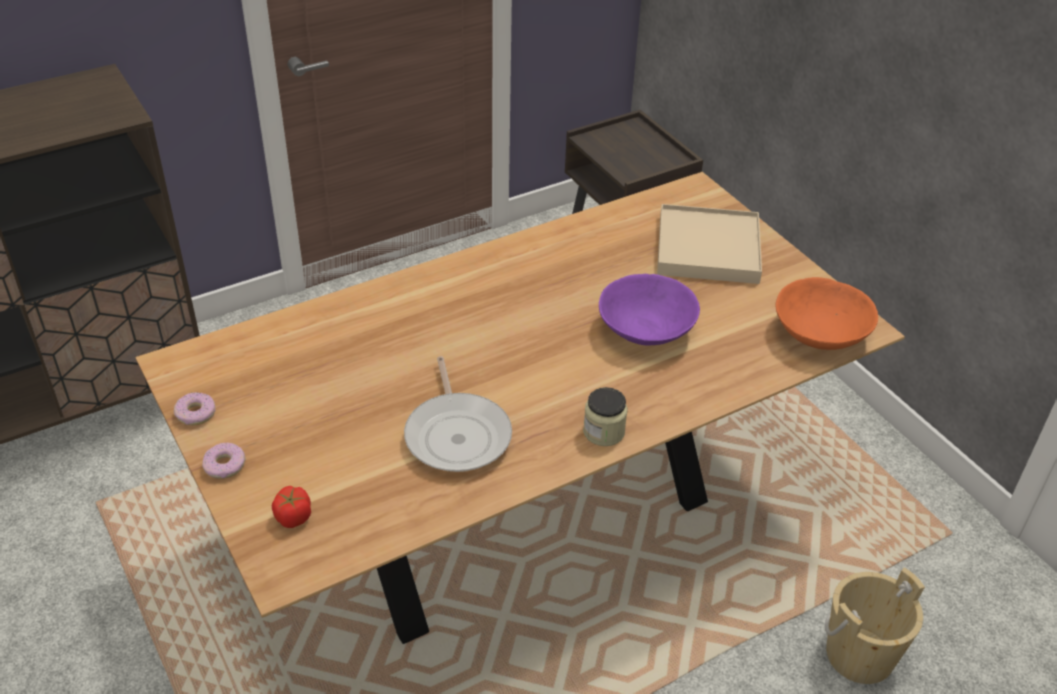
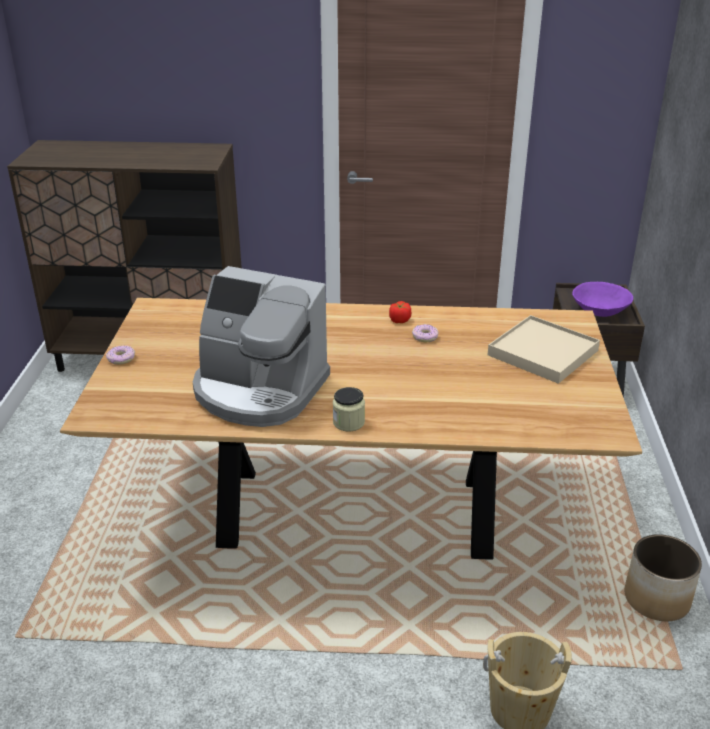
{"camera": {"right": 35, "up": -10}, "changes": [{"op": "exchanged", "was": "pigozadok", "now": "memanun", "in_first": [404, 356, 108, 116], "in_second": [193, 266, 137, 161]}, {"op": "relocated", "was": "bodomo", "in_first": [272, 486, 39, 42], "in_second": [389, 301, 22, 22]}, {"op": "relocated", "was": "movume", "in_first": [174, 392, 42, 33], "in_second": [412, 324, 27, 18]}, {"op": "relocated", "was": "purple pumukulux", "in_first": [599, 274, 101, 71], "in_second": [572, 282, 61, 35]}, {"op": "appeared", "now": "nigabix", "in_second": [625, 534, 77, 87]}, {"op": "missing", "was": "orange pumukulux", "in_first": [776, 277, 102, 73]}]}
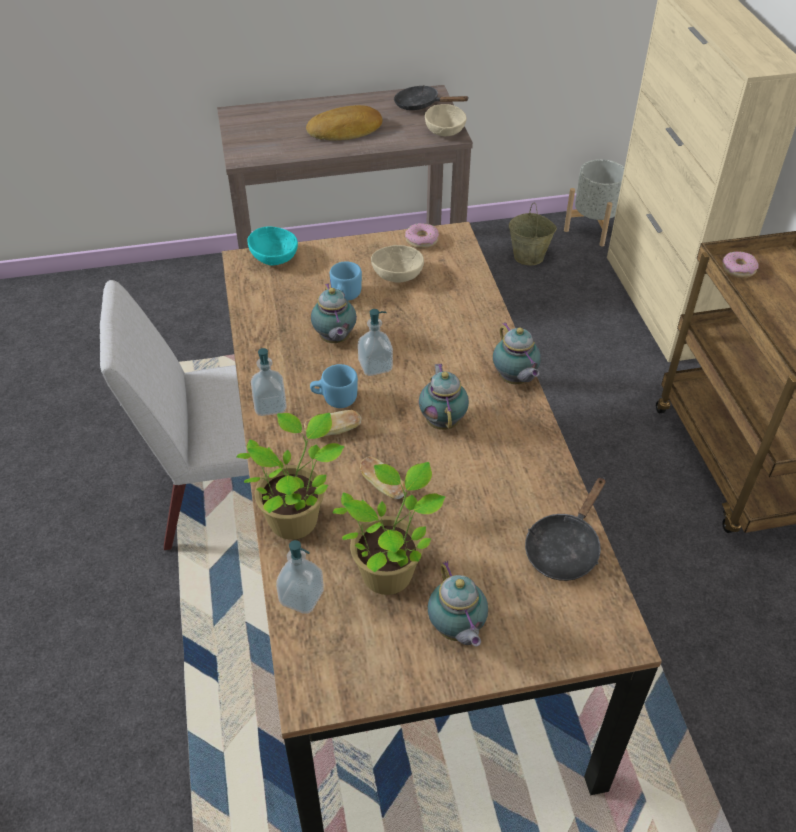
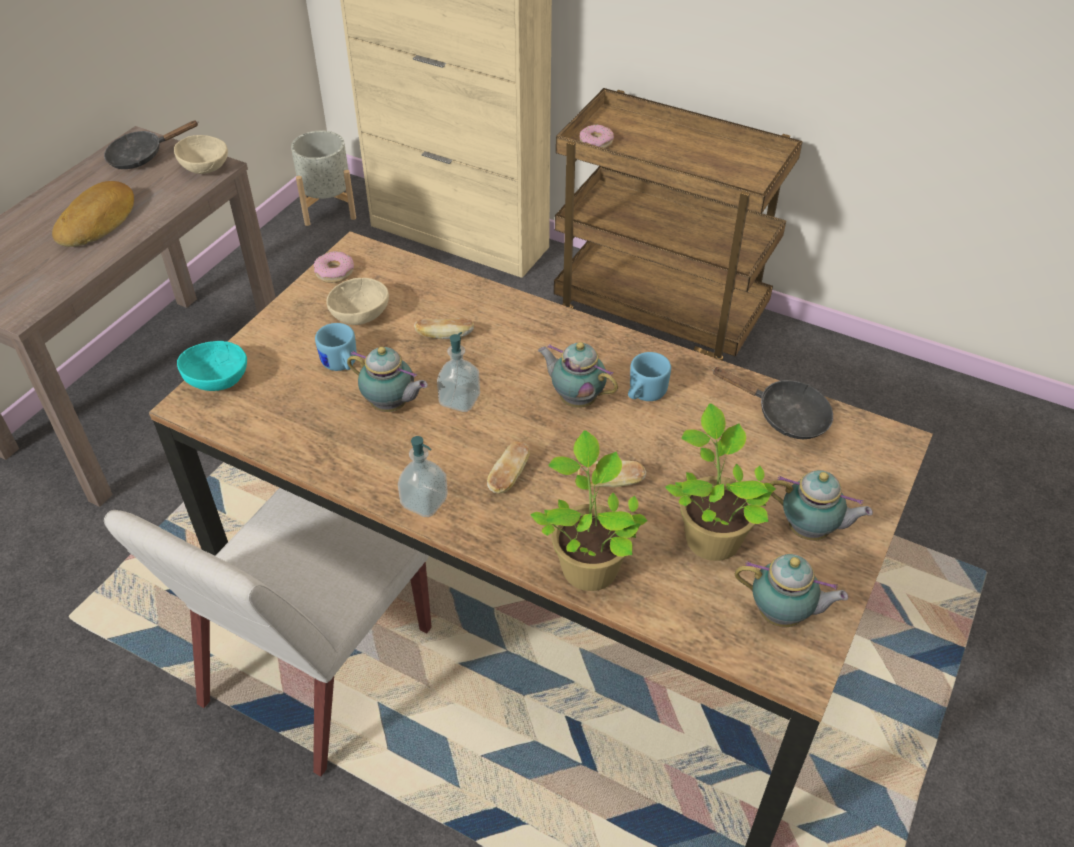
{"camera": {"right": -50, "up": 0}, "changes": [{"op": "appeared", "now": "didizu", "in_second": [414, 318, 60, 21]}, {"op": "relocated", "was": "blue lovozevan", "in_first": [310, 364, 48, 44], "in_second": [628, 352, 43, 49]}, {"op": "spun", "was": "black pigozadok", "in_first": [525, 477, 80, 104], "in_second": [712, 367, 121, 72], "clockwise": -45}, {"op": "relocated", "was": "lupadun", "in_first": [493, 323, 48, 61], "in_second": [735, 554, 113, 73]}, {"op": "missing", "was": "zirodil", "in_first": [276, 540, 48, 74]}, {"op": "missing", "was": "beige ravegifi", "in_first": [509, 203, 48, 62]}]}
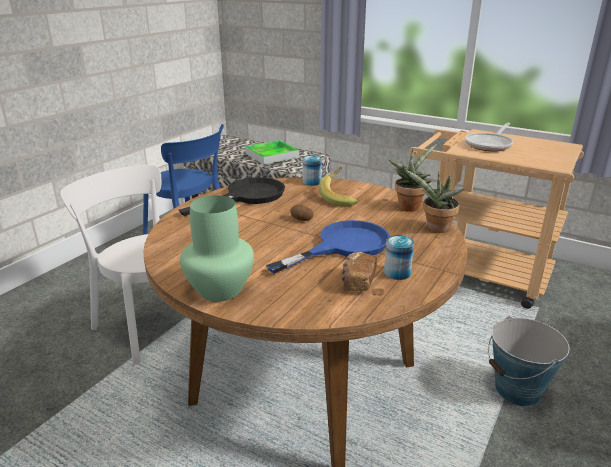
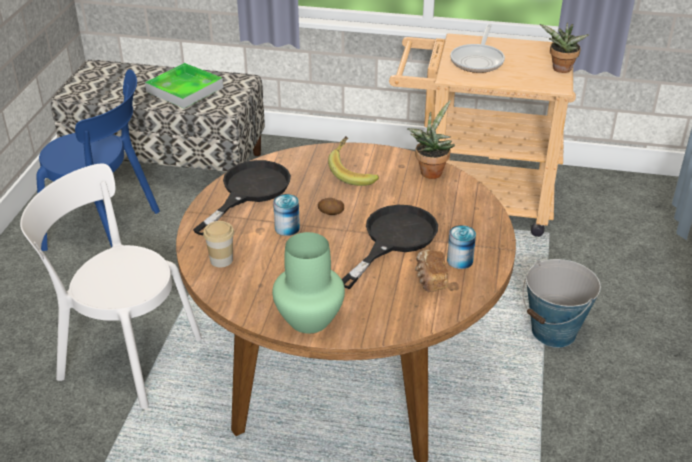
{"camera": {"right": -20, "up": 10}, "changes": [{"op": "appeared", "now": "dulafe", "in_second": [203, 221, 31, 47]}, {"op": "relocated", "was": "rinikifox", "in_first": [303, 155, 19, 31], "in_second": [273, 194, 27, 42]}, {"op": "colour", "was": "blue pigozadok", "now": "black pigozadok", "in_first": [266, 220, 124, 54], "in_second": [342, 205, 96, 84]}, {"op": "relocated", "was": "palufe", "in_first": [404, 169, 60, 64], "in_second": [540, 22, 49, 51]}]}
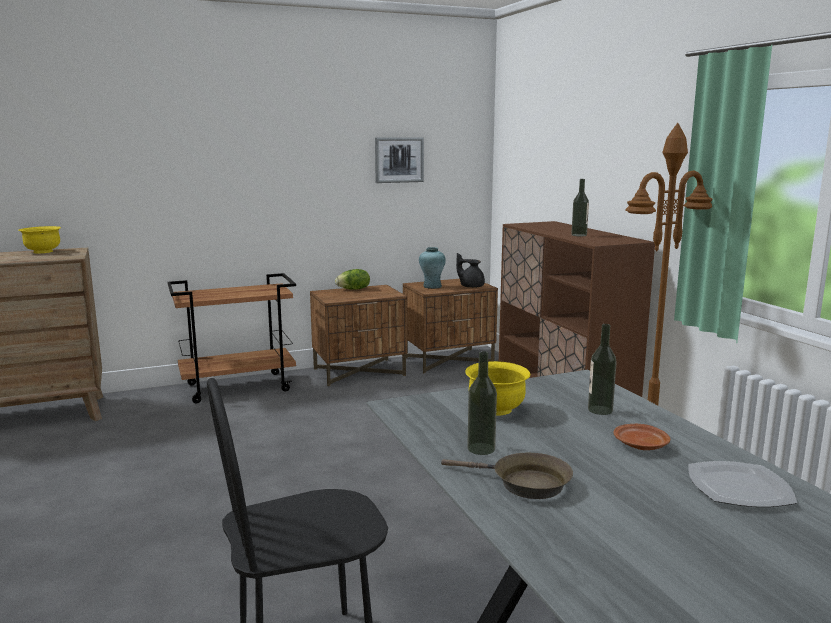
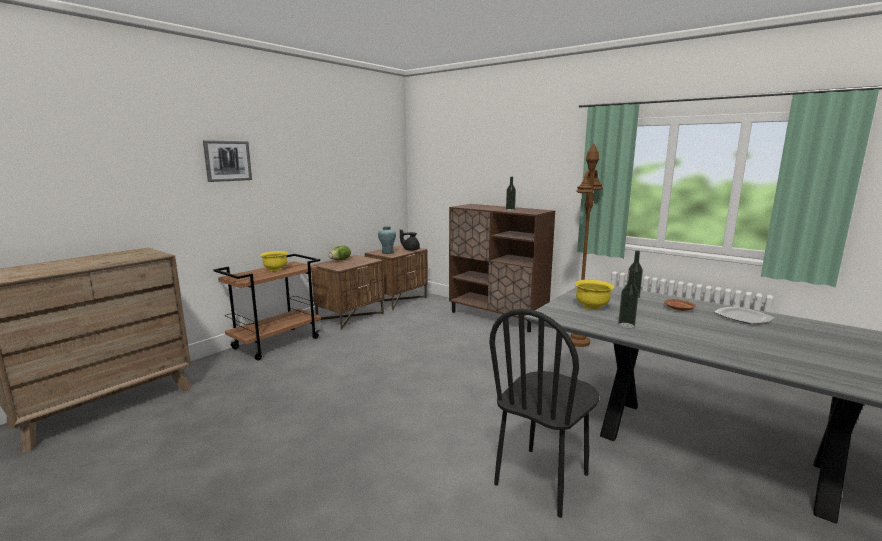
{"camera": {"right": -30, "up": 0}, "changes": [{"op": "relocated", "was": "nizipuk", "in_first": [375, 137, 49, 46], "in_second": [203, 140, 49, 42]}, {"op": "relocated", "was": "yellow pumukulux", "in_first": [18, 226, 43, 27], "in_second": [260, 251, 28, 20]}, {"op": "missing", "was": "brown pigozadok", "in_first": [441, 453, 132, 46]}]}
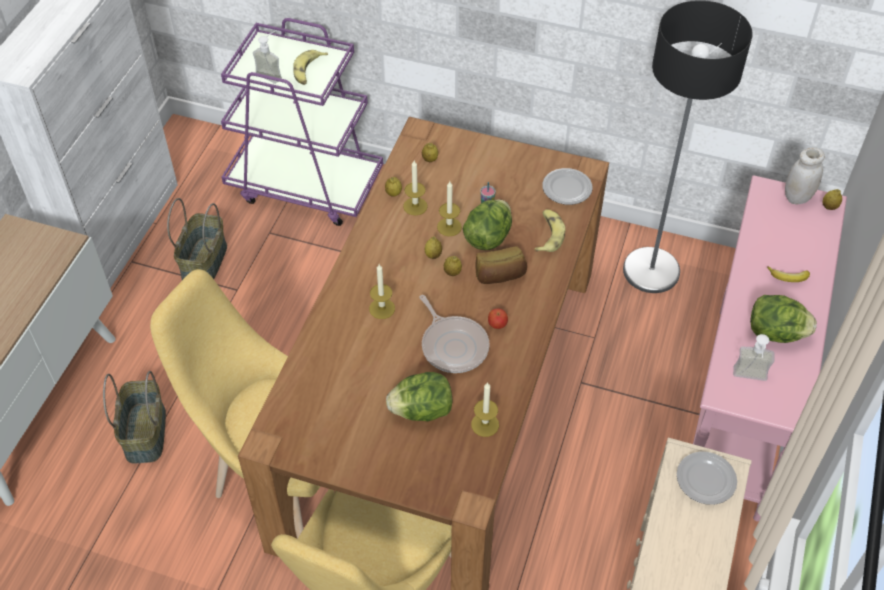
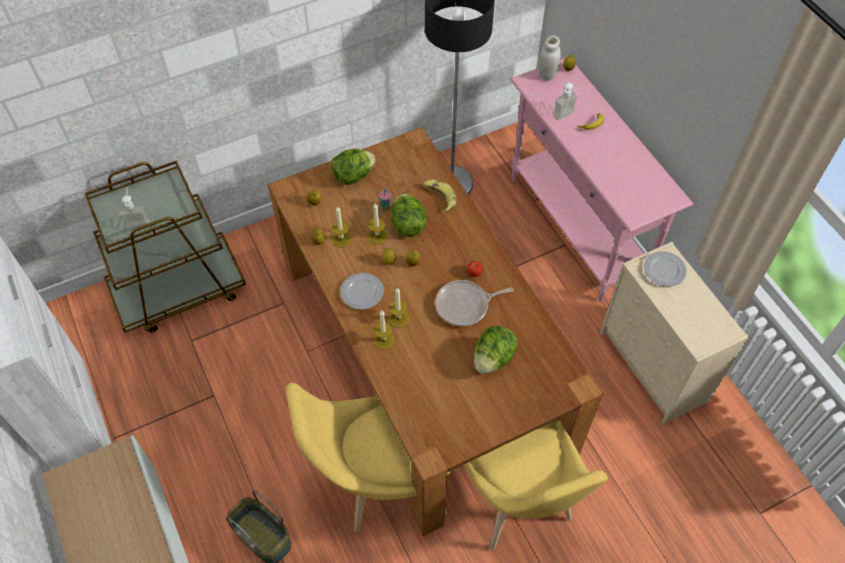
{"camera": {"right": -45, "up": 5}, "changes": [{"op": "colour", "was": "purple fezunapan", "now": "brown fezunapan", "in_first": [221, 18, 162, 208], "in_second": [84, 161, 162, 172]}, {"op": "relocated", "was": "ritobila", "in_first": [750, 295, 67, 48], "in_second": [331, 149, 45, 36]}, {"op": "relocated", "was": "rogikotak", "in_first": [542, 168, 51, 37], "in_second": [340, 273, 44, 37]}, {"op": "relocated", "was": "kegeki", "in_first": [471, 382, 28, 55], "in_second": [373, 311, 22, 39]}, {"op": "spun", "was": "pigozadok", "in_first": [420, 295, 70, 78], "in_second": [435, 280, 78, 46], "clockwise": 150}, {"op": "relocated", "was": "zirodil", "in_first": [733, 334, 41, 47], "in_second": [553, 83, 25, 38]}, {"op": "missing", "was": "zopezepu", "in_first": [167, 198, 60, 82]}, {"op": "missing", "was": "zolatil", "in_first": [293, 50, 35, 35]}, {"op": "missing", "was": "didizu", "in_first": [476, 246, 51, 38]}]}
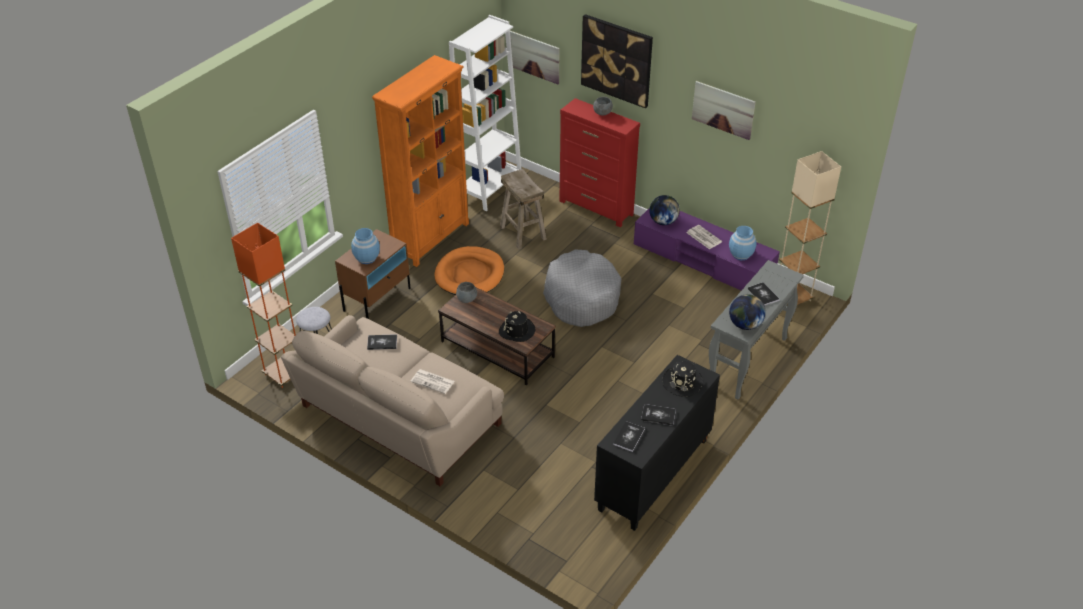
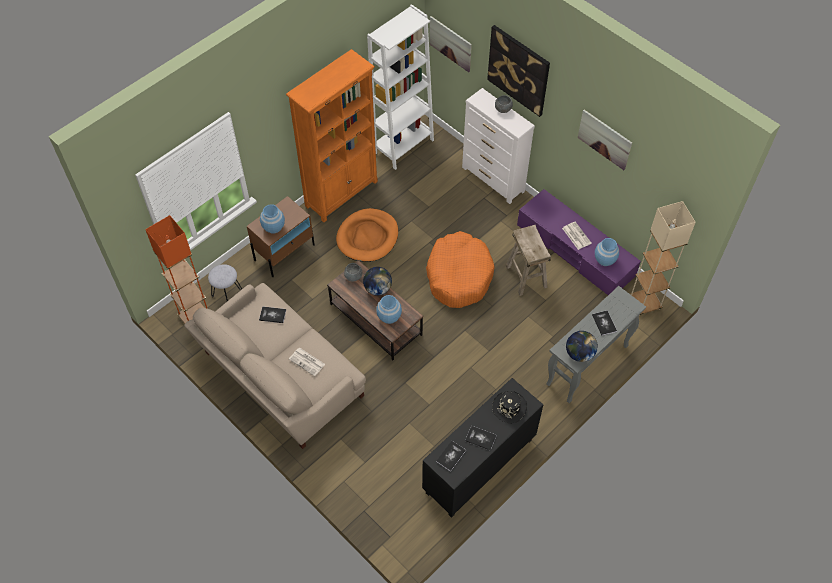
{"camera": {"right": 10, "up": 15}, "changes": [{"op": "relocated", "was": "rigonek", "in_first": [649, 195, 31, 30], "in_second": [363, 267, 29, 28]}, {"op": "exchanged", "was": "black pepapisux", "now": "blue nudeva", "in_first": [499, 311, 37, 31], "in_second": [376, 295, 26, 29]}, {"op": "colour", "was": "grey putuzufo", "now": "orange putuzufo", "in_first": [543, 250, 78, 77], "in_second": [426, 231, 68, 77]}, {"op": "colour", "was": "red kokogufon", "now": "white kokogufon", "in_first": [559, 98, 81, 129], "in_second": [462, 88, 73, 116]}, {"op": "relocated", "was": "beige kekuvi", "in_first": [500, 169, 47, 80], "in_second": [506, 225, 45, 71]}]}
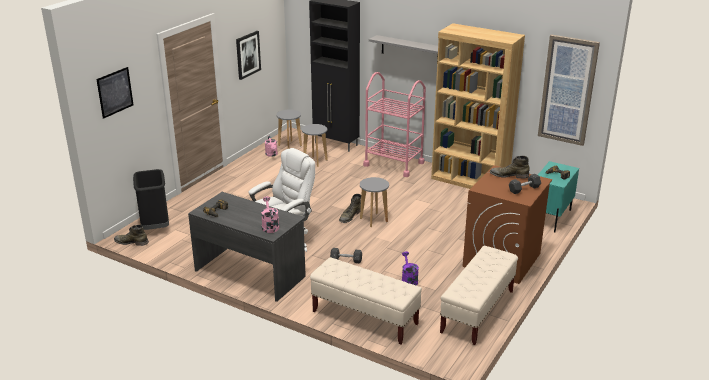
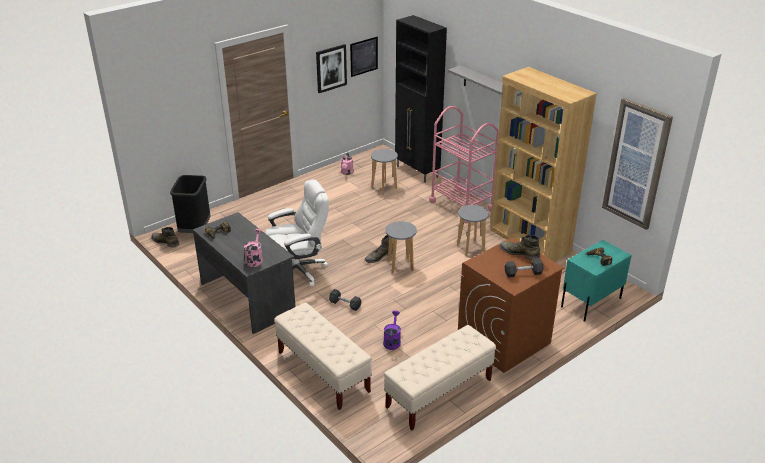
{"camera": {"right": 20, "up": 5}, "changes": [{"op": "relocated", "was": "nizipuk", "in_first": [96, 67, 38, 52], "in_second": [350, 37, 28, 40]}, {"op": "relocated", "was": "grey kekuvi", "in_first": [276, 110, 26, 39], "in_second": [457, 205, 32, 51]}]}
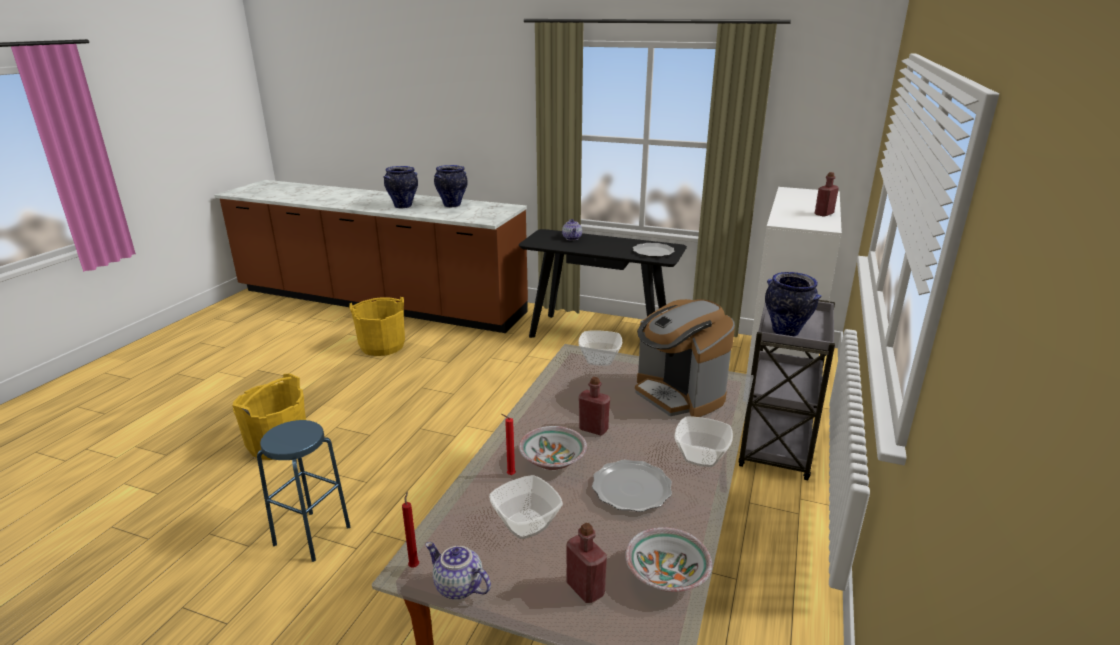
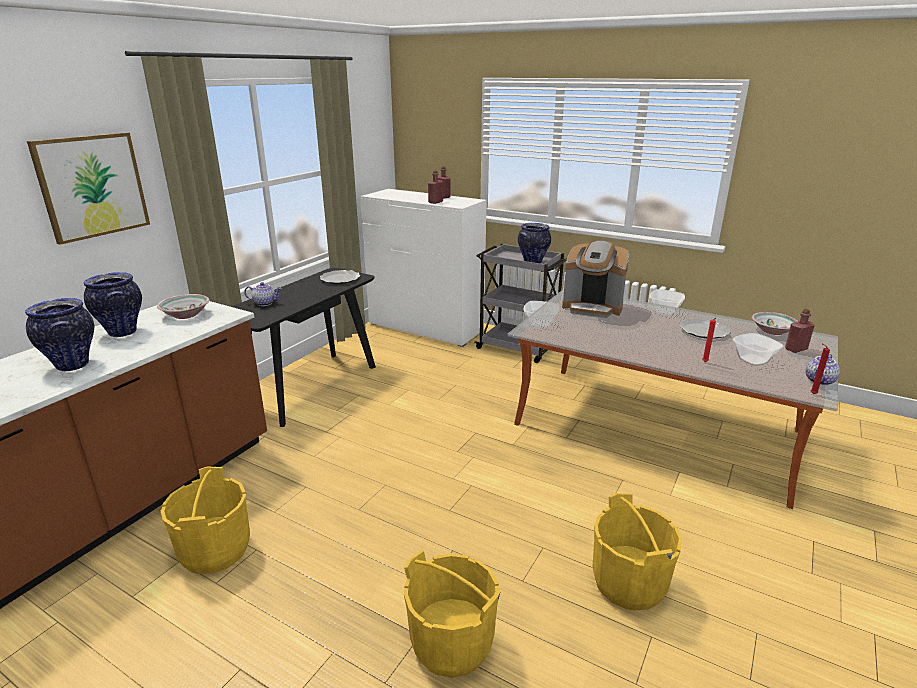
{"camera": {"right": -80, "up": 0}, "changes": [{"op": "appeared", "now": "nizipuk", "in_second": [27, 132, 123, 113]}, {"op": "relocated", "was": "pumukulux", "in_first": [519, 426, 68, 44], "in_second": [157, 294, 52, 25]}, {"op": "relocated", "was": "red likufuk", "in_first": [579, 377, 31, 59], "in_second": [428, 170, 15, 34]}, {"op": "spun", "was": "memanun", "in_first": [635, 299, 100, 118], "in_second": [562, 240, 67, 78], "clockwise": 45}, {"op": "exchanged", "was": "blue kekuvi", "now": "yellow ravegifi", "in_first": [257, 420, 94, 142], "in_second": [592, 493, 91, 118]}]}
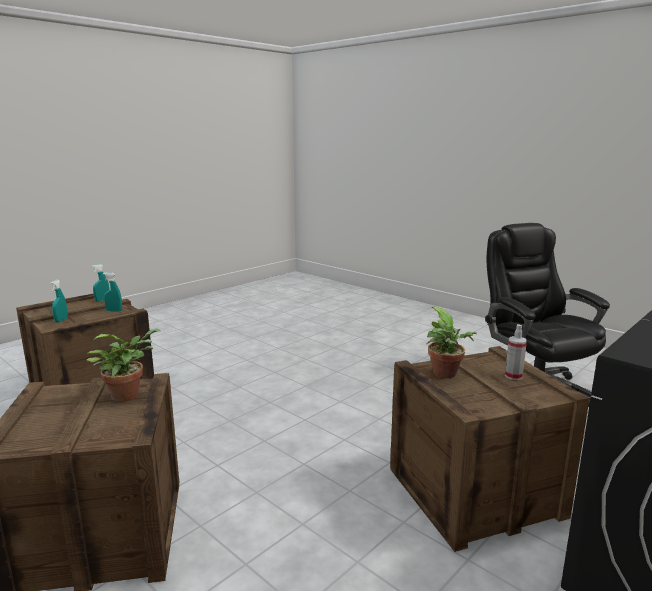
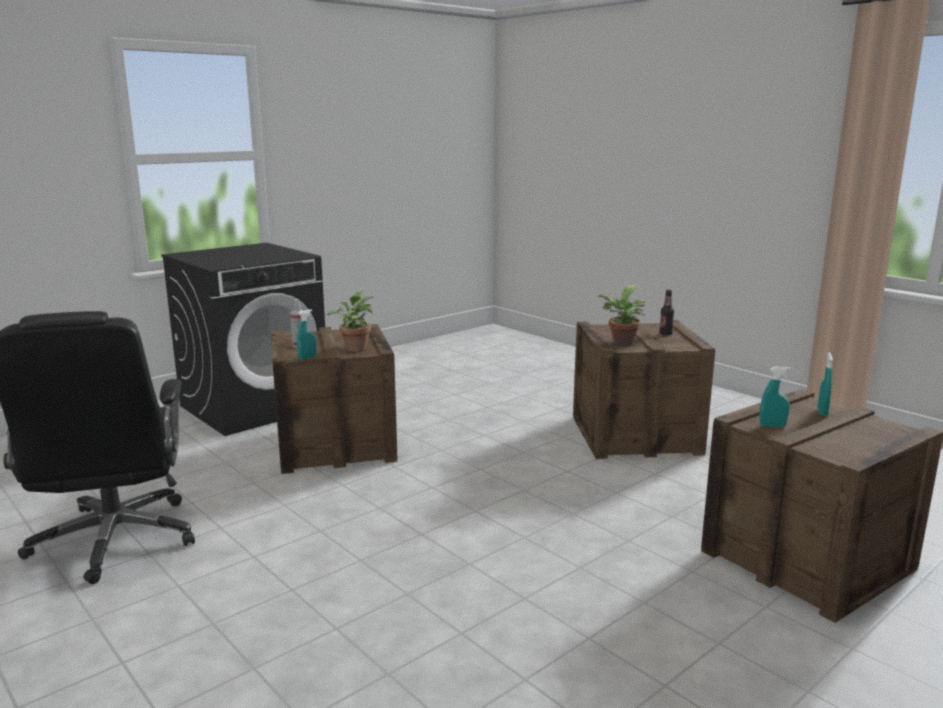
{"camera": {"right": -175, "up": 0}, "changes": [{"op": "relocated", "was": "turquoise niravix", "in_first": [92, 264, 17, 38], "in_second": [297, 309, 20, 51]}, {"op": "appeared", "now": "likufuk", "in_second": [659, 290, 15, 45]}]}
